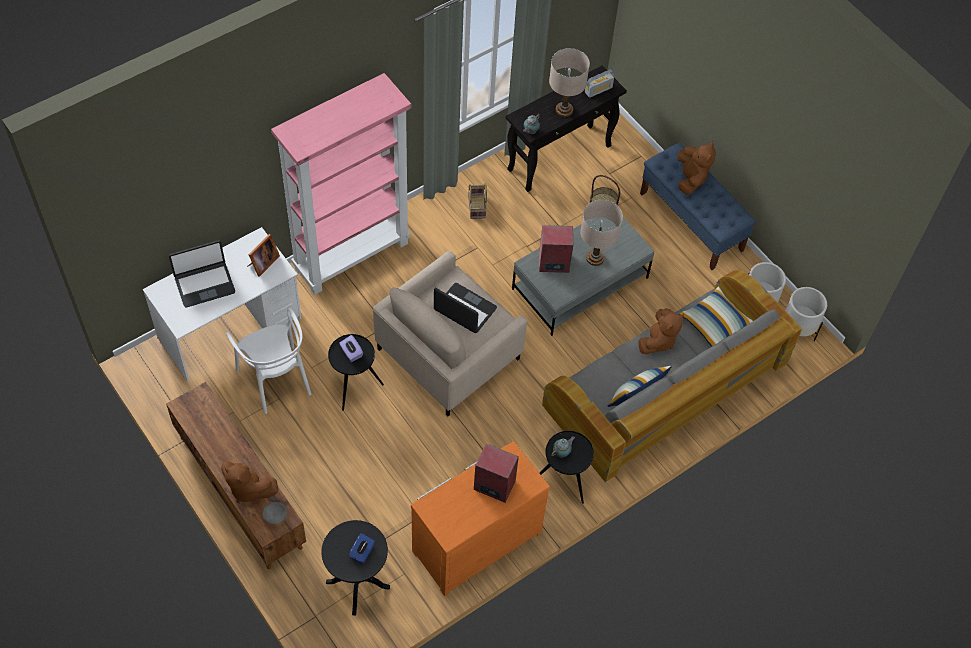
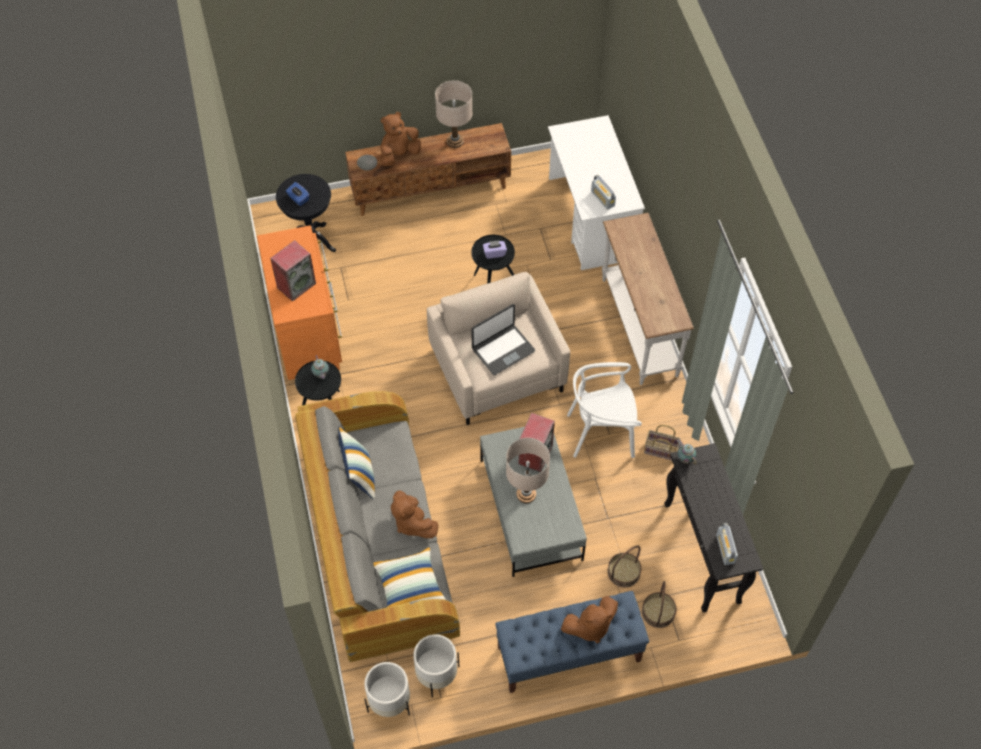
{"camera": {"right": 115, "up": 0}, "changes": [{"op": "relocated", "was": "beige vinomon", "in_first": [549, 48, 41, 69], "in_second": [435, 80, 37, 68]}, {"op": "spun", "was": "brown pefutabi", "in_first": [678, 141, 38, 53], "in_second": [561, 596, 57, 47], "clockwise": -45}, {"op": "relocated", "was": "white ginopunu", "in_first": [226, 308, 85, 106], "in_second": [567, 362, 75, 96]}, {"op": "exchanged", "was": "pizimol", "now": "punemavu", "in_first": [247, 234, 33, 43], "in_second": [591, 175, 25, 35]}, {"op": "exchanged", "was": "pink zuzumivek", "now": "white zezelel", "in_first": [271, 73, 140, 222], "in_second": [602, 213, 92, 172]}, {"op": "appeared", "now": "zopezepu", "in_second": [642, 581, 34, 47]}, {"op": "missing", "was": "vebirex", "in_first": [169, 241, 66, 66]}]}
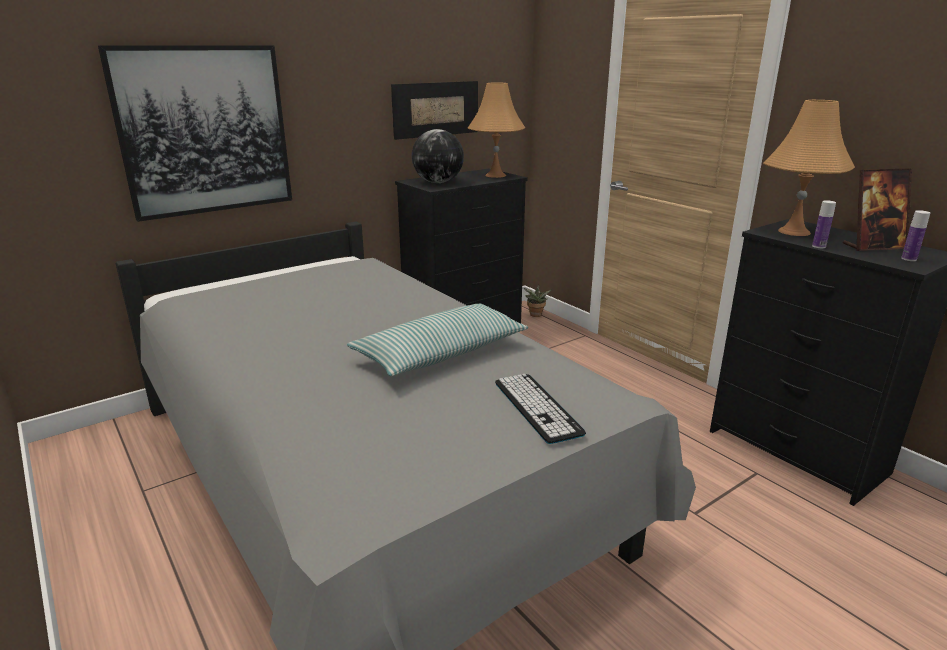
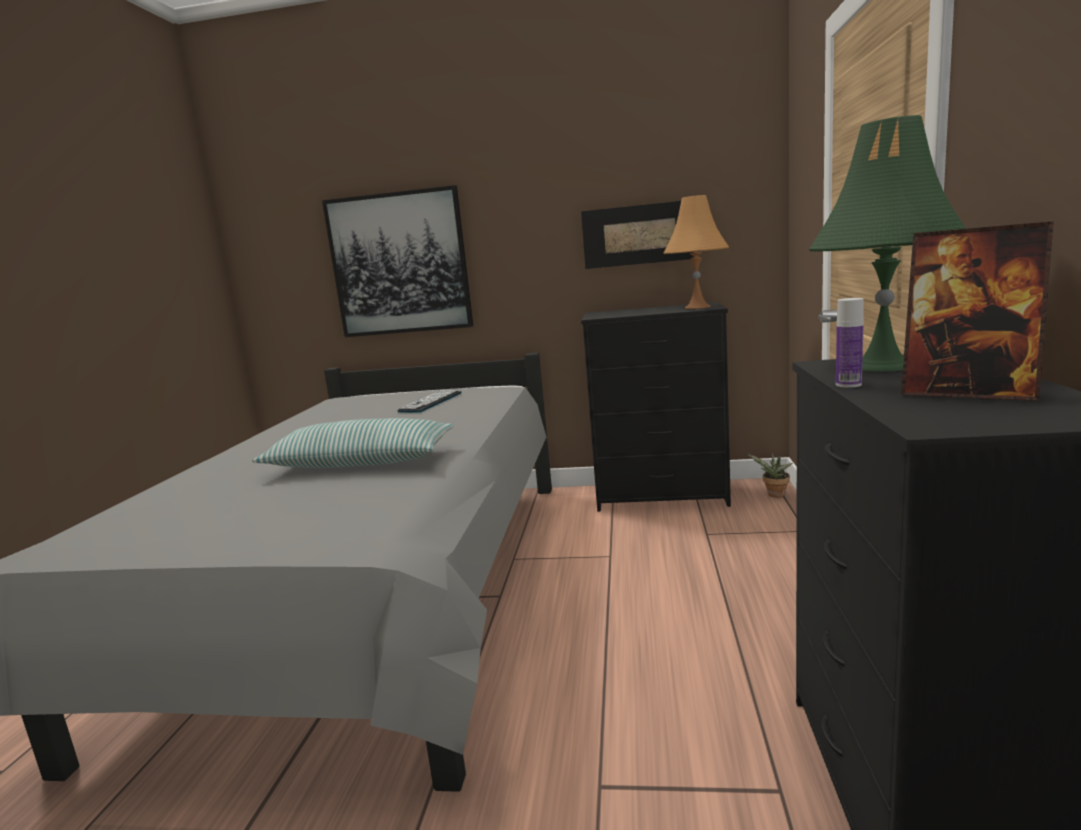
{"camera": {"right": 45, "up": -10}, "changes": [{"op": "relocated", "was": "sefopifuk", "in_first": [495, 374, 91, 70], "in_second": [397, 390, 64, 23]}, {"op": "colour", "was": "orange vinomon", "now": "green vinomon", "in_first": [763, 100, 92, 136], "in_second": [809, 115, 157, 257]}, {"op": "missing", "was": "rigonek", "in_first": [412, 129, 52, 54]}, {"op": "missing", "was": "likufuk", "in_first": [901, 210, 29, 51]}]}
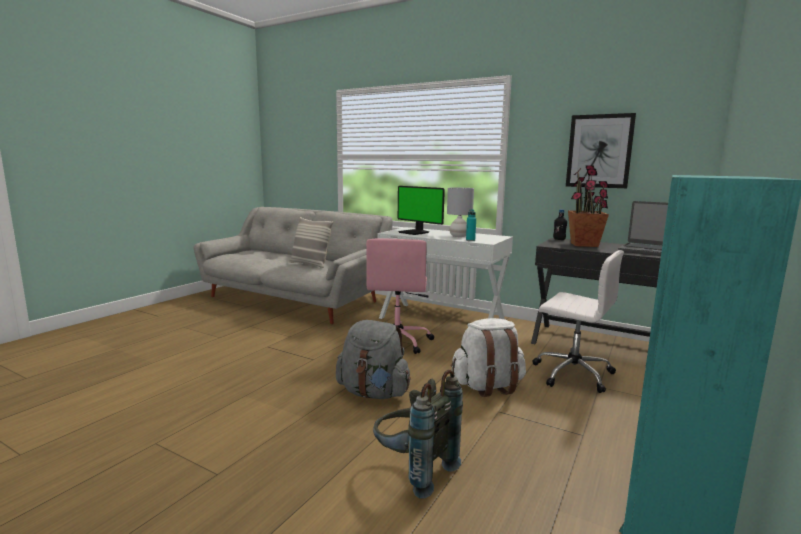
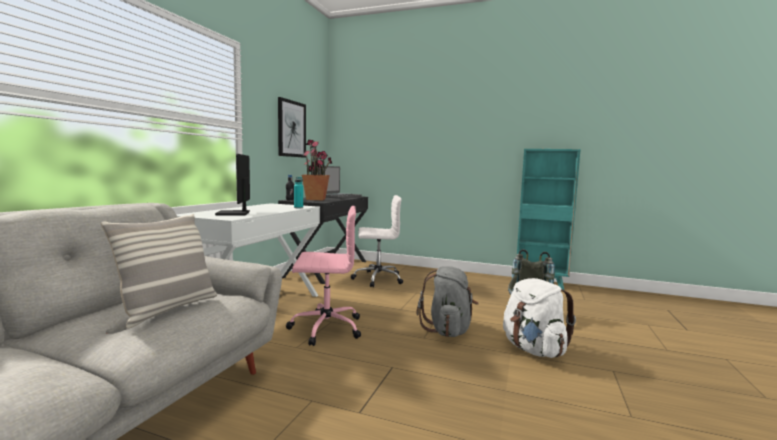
{"camera": {"right": -100, "up": -5}, "changes": [{"op": "spun", "was": "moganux", "in_first": [398, 186, 47, 49], "in_second": [215, 154, 35, 62], "clockwise": 135}, {"op": "spun", "was": "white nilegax", "in_first": [533, 250, 91, 143], "in_second": [351, 195, 52, 92], "clockwise": 60}, {"op": "relocated", "was": "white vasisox", "in_first": [451, 318, 75, 79], "in_second": [503, 278, 73, 80]}, {"op": "missing", "was": "grey vinomon", "in_first": [447, 187, 27, 50]}]}
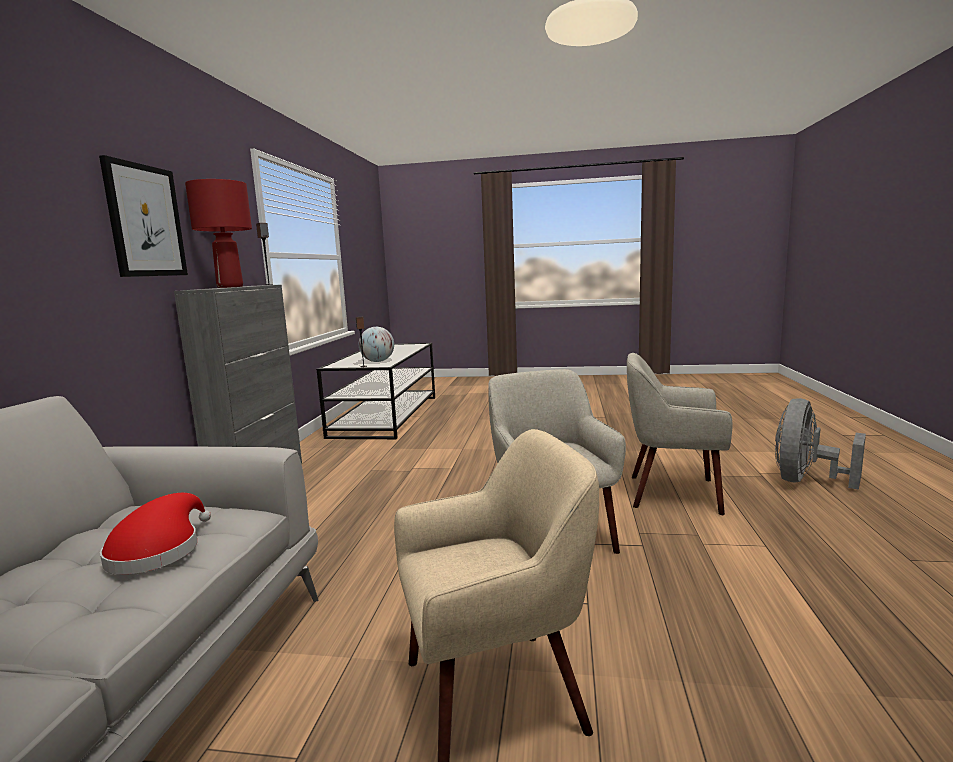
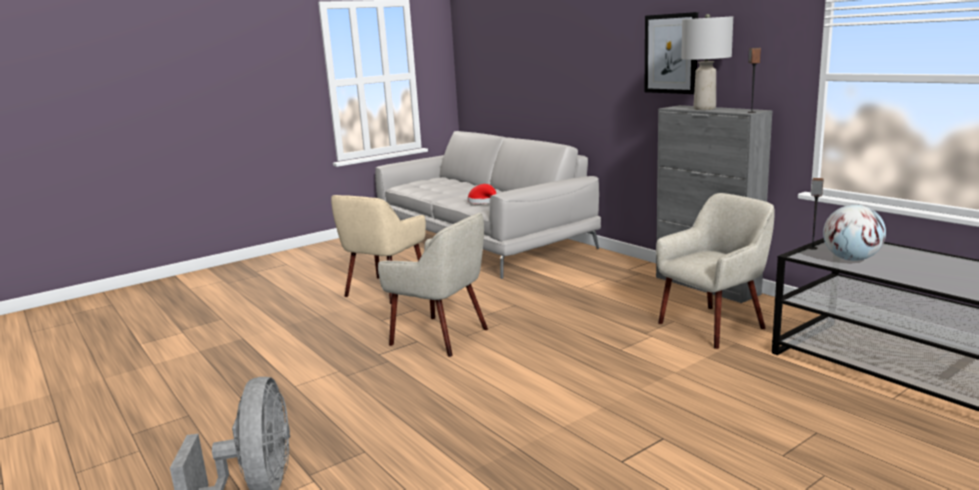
{"camera": {"right": 135, "up": 5}, "changes": [{"op": "relocated", "was": "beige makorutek", "in_first": [627, 353, 106, 162], "in_second": [656, 193, 119, 156]}, {"op": "colour", "was": "red vinomon", "now": "grey vinomon", "in_first": [185, 179, 67, 109], "in_second": [681, 14, 52, 96]}]}
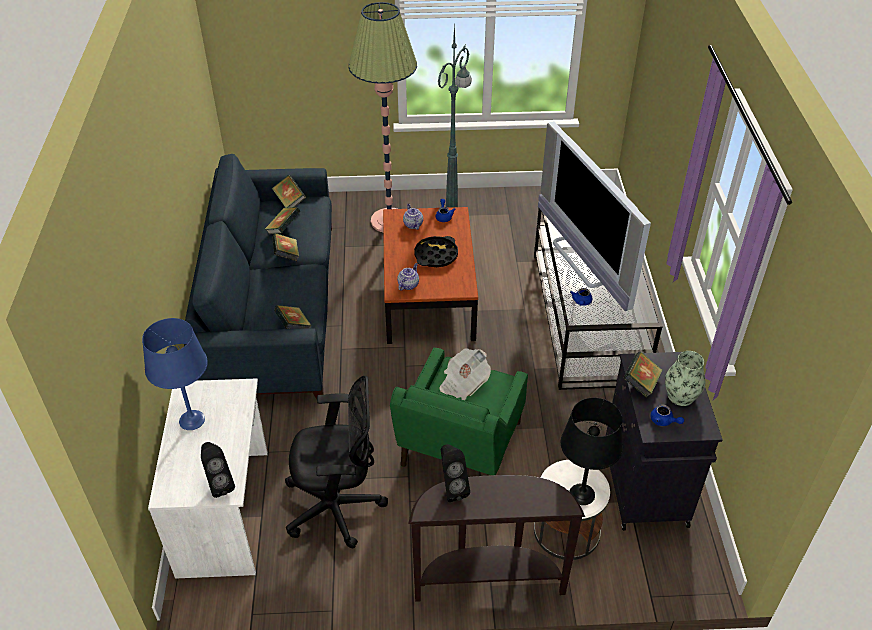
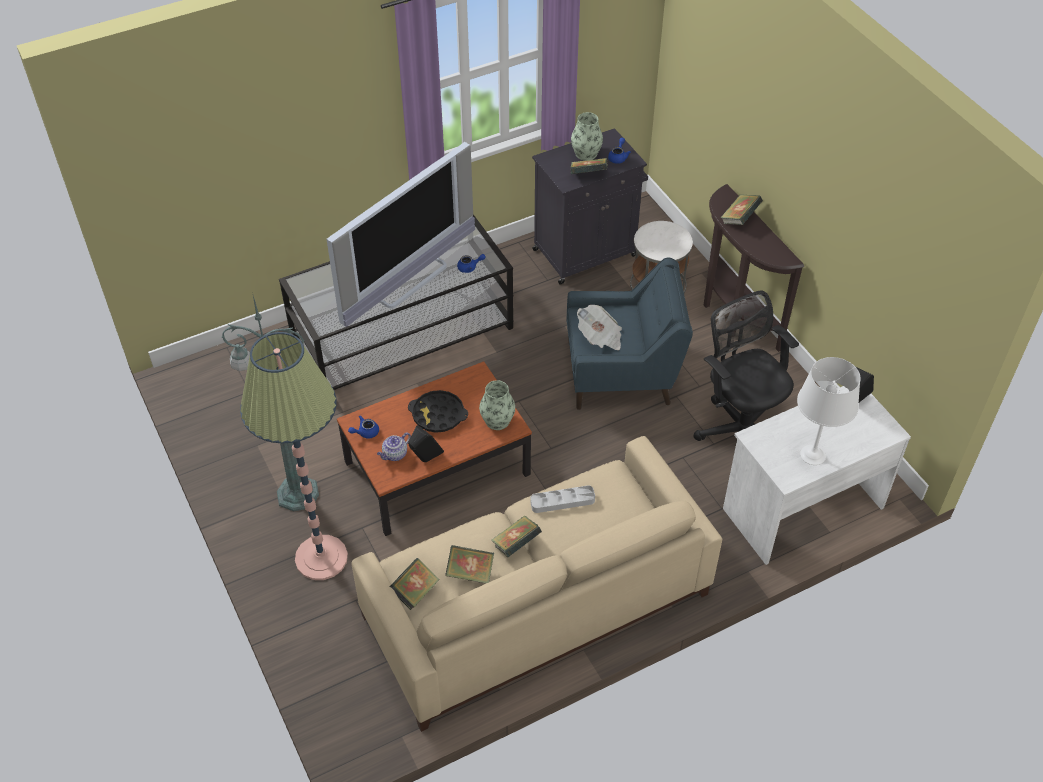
{"camera": {"right": -115, "up": 5}, "changes": [{"op": "colour", "was": "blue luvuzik", "now": "beige luvuzik", "in_first": [184, 154, 148, 245], "in_second": [351, 436, 371, 296]}, {"op": "relocated", "was": "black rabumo", "in_first": [441, 444, 29, 58], "in_second": [408, 425, 36, 37]}, {"op": "exchanged", "was": "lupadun", "now": "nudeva", "in_first": [397, 263, 22, 28], "in_second": [479, 380, 36, 50]}, {"op": "appeared", "now": "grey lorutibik", "in_second": [530, 485, 65, 28]}, {"op": "colour", "was": "green makorutek", "now": "blue makorutek", "in_first": [390, 347, 138, 129], "in_second": [566, 258, 127, 152]}, {"op": "relocated", "was": "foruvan", "in_first": [274, 305, 37, 24], "in_second": [721, 194, 42, 31]}, {"op": "colour", "was": "blue vinomon", "now": "white vinomon", "in_first": [142, 318, 66, 112], "in_second": [797, 357, 64, 108]}, {"op": "missing", "was": "black vinomon", "in_first": [561, 398, 62, 107]}]}
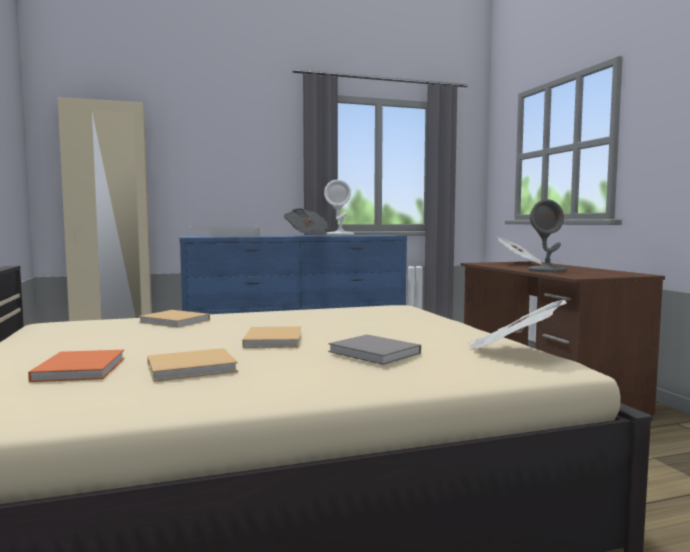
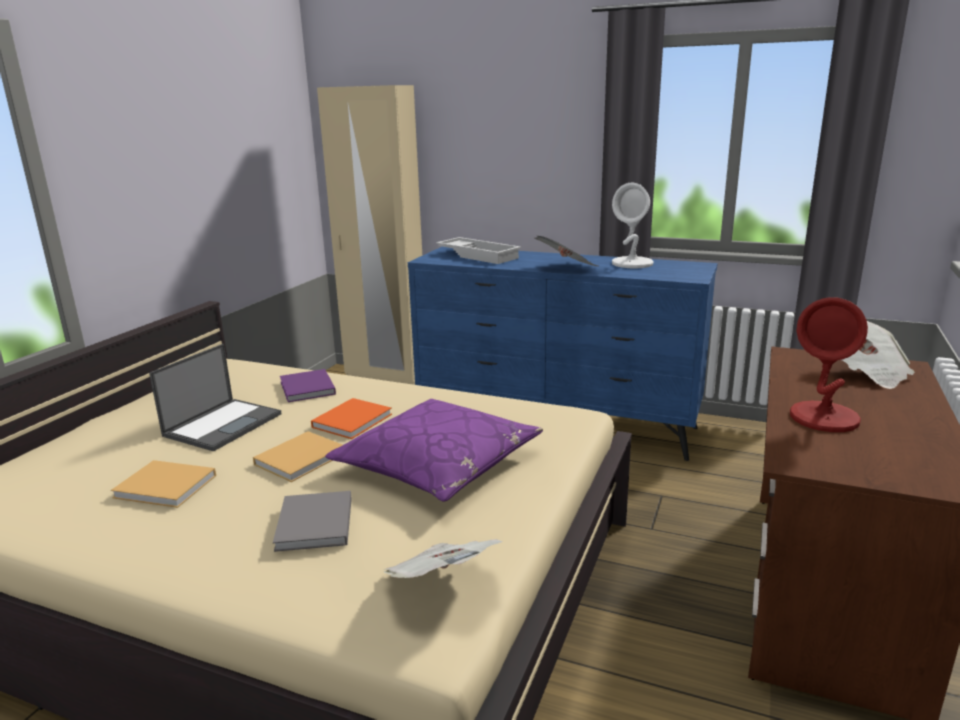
{"camera": {"right": 40, "up": 15}, "changes": [{"op": "appeared", "now": "vebirex", "in_second": [149, 344, 133, 108]}, {"op": "colour", "was": "beige foruvan", "now": "purple foruvan", "in_first": [139, 310, 71, 17], "in_second": [280, 369, 56, 33]}, {"op": "relocated", "was": "orange foruvan", "in_first": [28, 350, 97, 32], "in_second": [311, 398, 81, 41]}, {"op": "appeared", "now": "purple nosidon", "in_second": [326, 399, 217, 103]}, {"op": "colour", "was": "grey vinomon", "now": "red vinomon", "in_first": [528, 199, 39, 73], "in_second": [790, 297, 78, 135]}]}
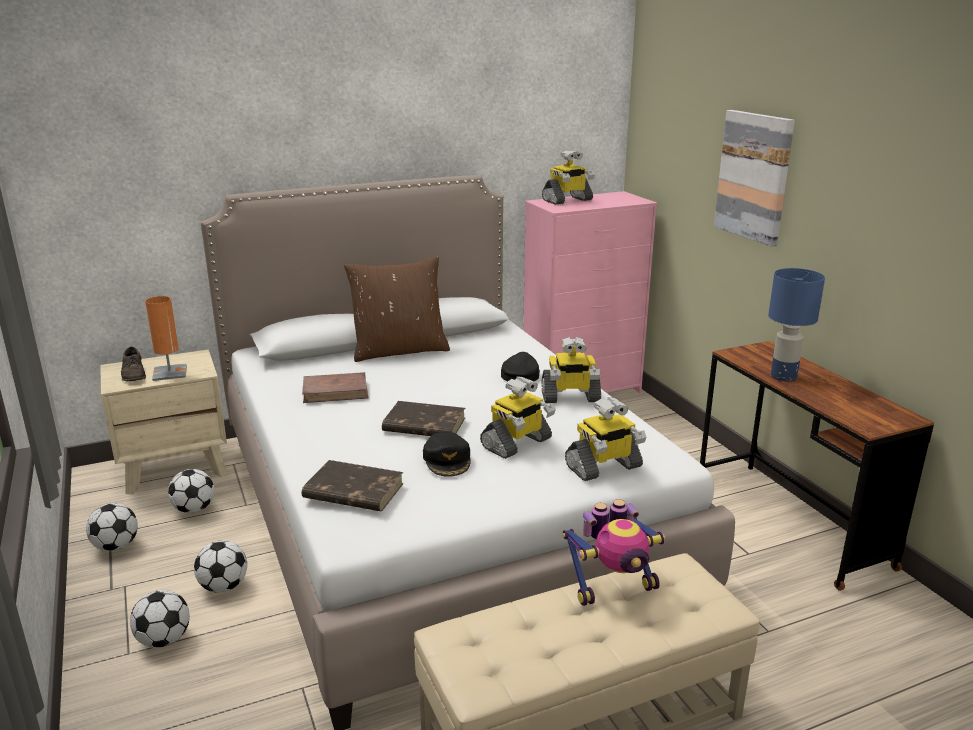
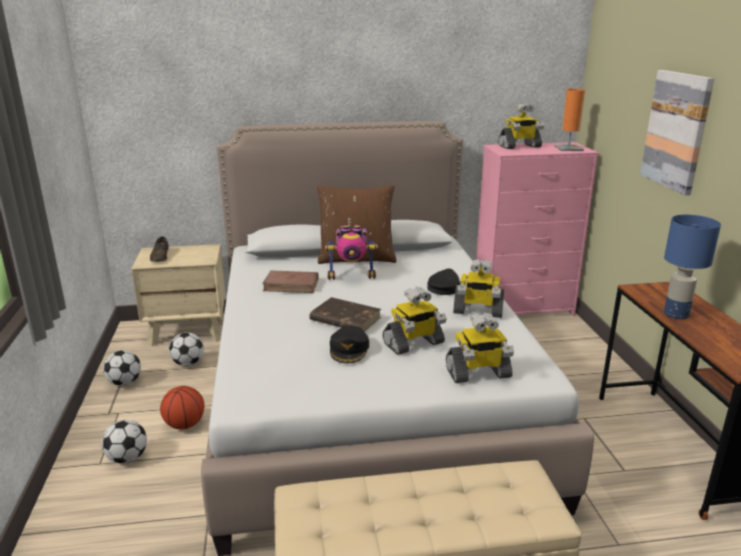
{"camera": {"right": 15, "up": 0}, "changes": [{"op": "exchanged", "was": "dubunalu", "now": "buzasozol", "in_first": [194, 540, 53, 53], "in_second": [160, 386, 44, 43]}, {"op": "relocated", "was": "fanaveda", "in_first": [562, 499, 103, 107], "in_second": [325, 225, 53, 55]}, {"op": "relocated", "was": "orange vinomon", "in_first": [145, 296, 42, 85], "in_second": [554, 89, 31, 62]}, {"op": "missing", "was": "brown foruvan", "in_first": [302, 460, 102, 52]}]}
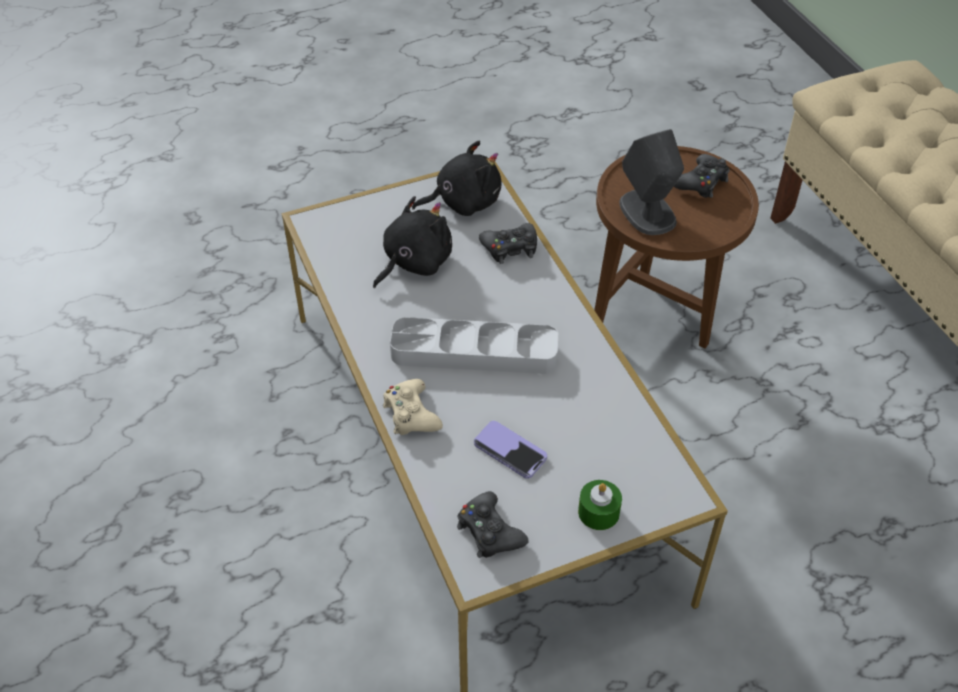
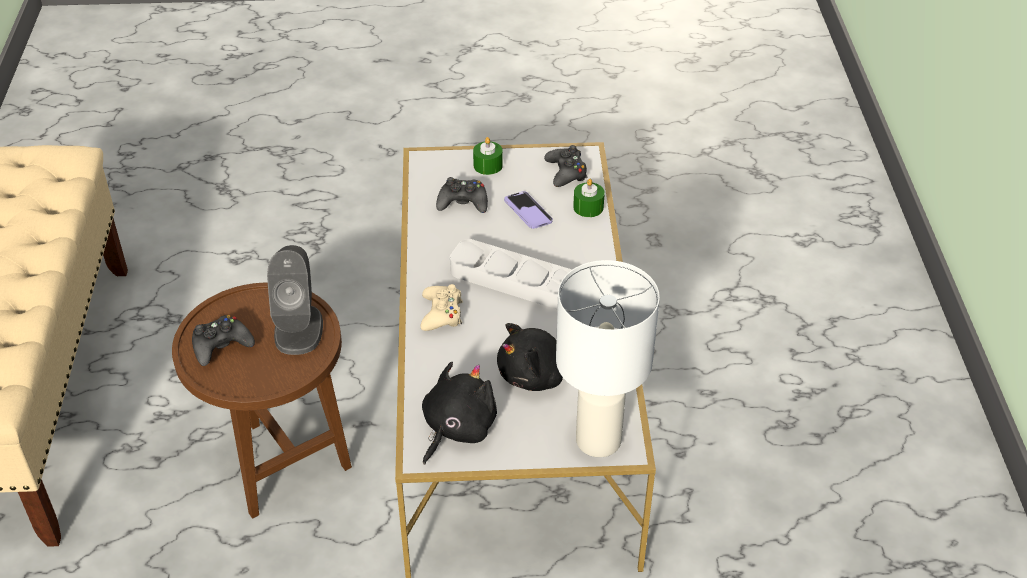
{"camera": {"right": -160, "up": -5}, "changes": [{"op": "relocated", "was": "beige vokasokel", "in_first": [383, 379, 60, 56], "in_second": [420, 284, 43, 47]}, {"op": "spun", "was": "black pefutabi", "in_first": [412, 141, 89, 75], "in_second": [422, 362, 75, 103], "clockwise": 120}, {"op": "relocated", "was": "black vokasokel", "in_first": [479, 223, 58, 41], "in_second": [436, 177, 52, 36]}, {"op": "appeared", "now": "white vinomon", "in_second": [556, 260, 104, 197]}, {"op": "appeared", "now": "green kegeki", "in_second": [573, 179, 32, 38]}]}
